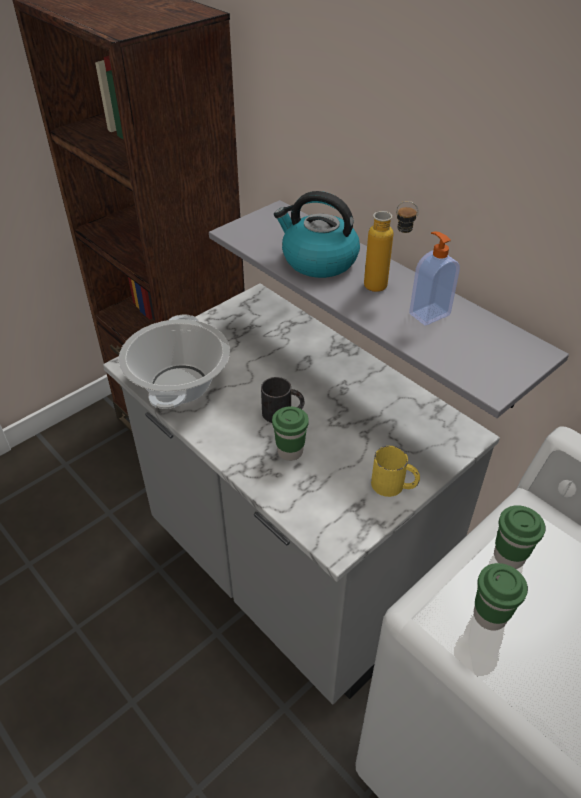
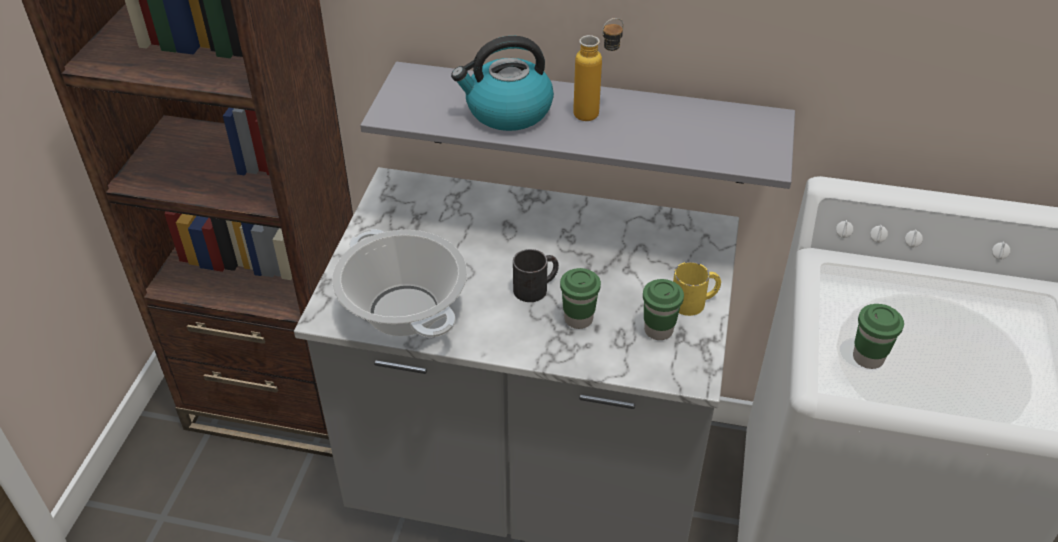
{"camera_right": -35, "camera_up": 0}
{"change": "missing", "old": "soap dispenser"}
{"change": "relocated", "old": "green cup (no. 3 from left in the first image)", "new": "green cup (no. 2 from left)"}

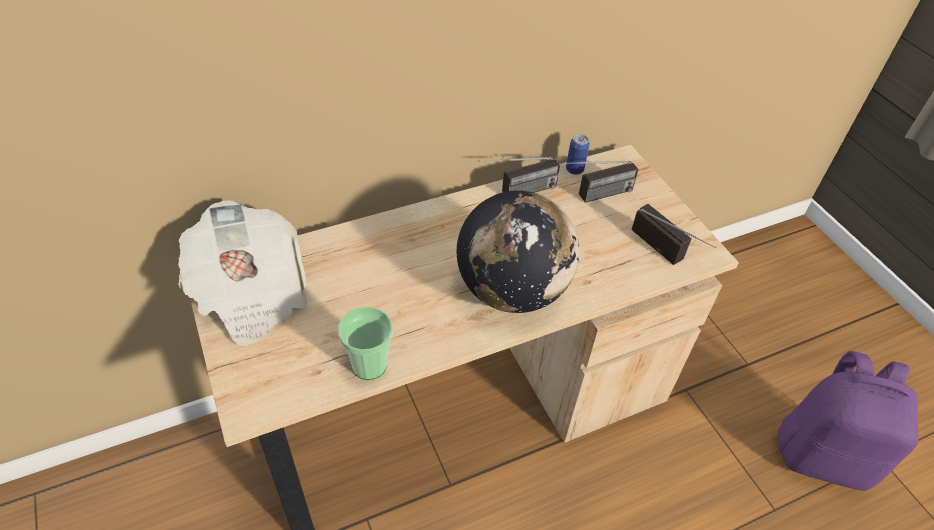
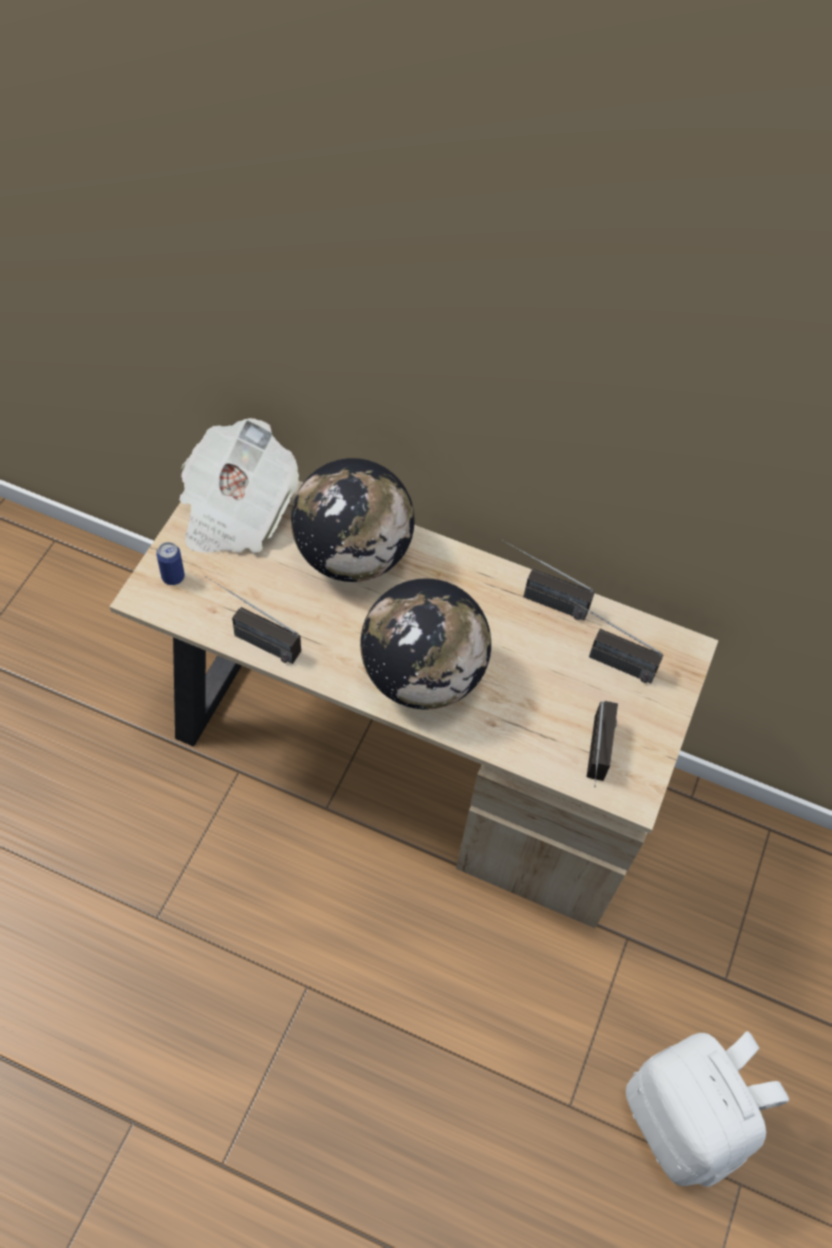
{"camera_right": 45, "camera_up": 10}
{"change": "exchanged", "old": "cup", "new": "radio (no. 1 from left)"}
{"change": "relocated", "old": "can"}
{"change": "colour", "old": "purple backpack", "new": "white backpack"}
{"change": "appeared", "new": "globe (no. 1 from left)"}

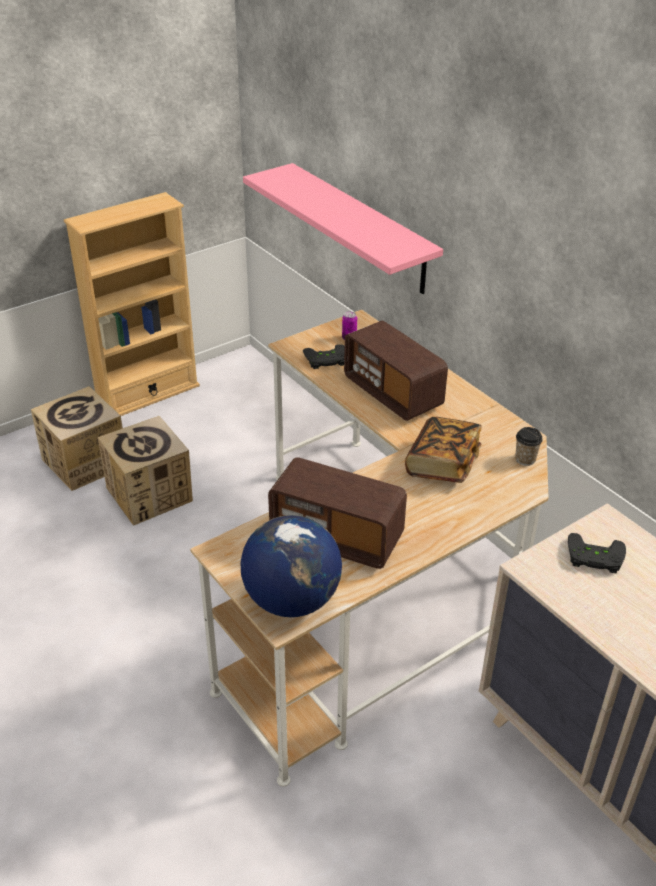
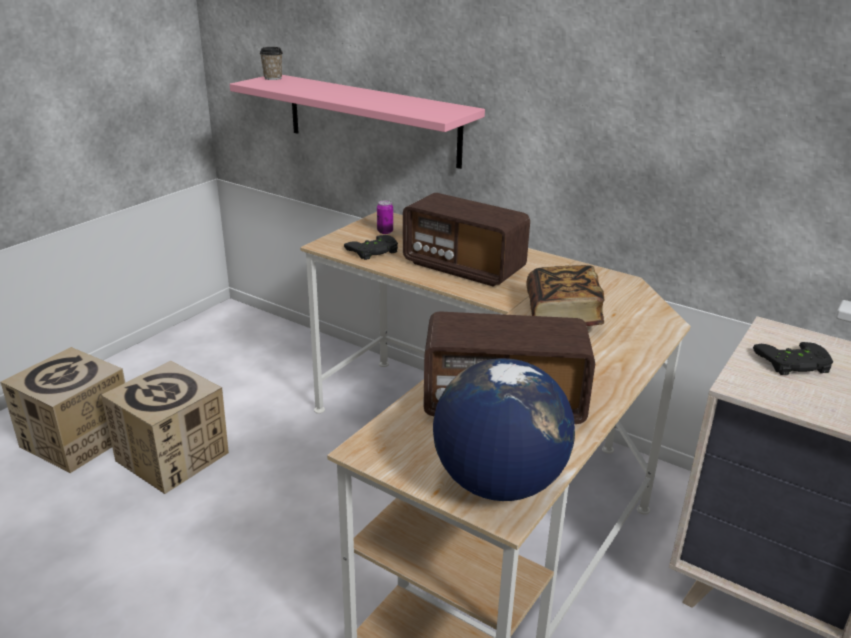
{"camera_right": -20, "camera_up": -10}
{"change": "missing", "old": "beige bookcase"}
{"change": "relocated", "old": "cup"}

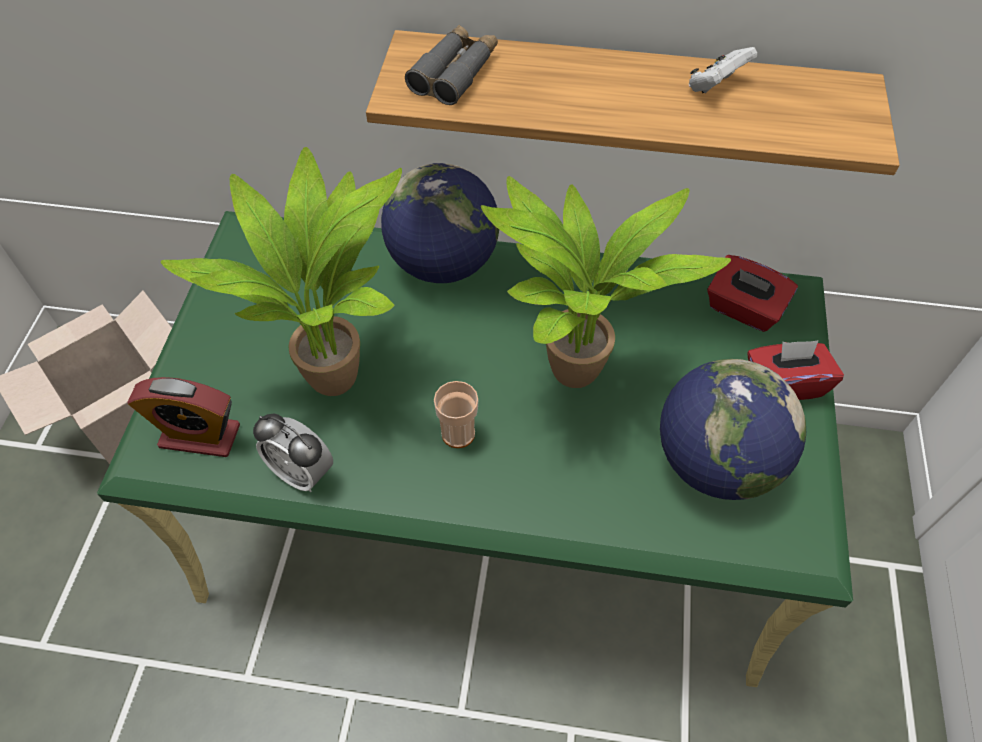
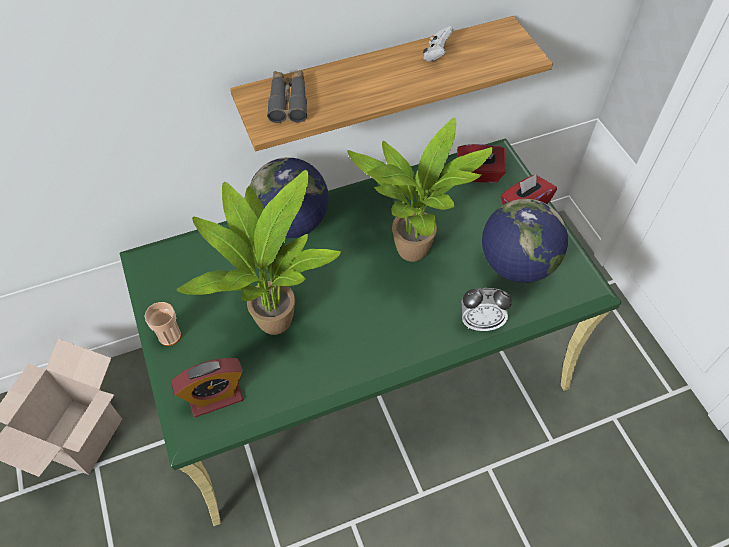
{"camera_right": -30, "camera_up": 0}
{"change": "relocated", "old": "alarm clock (no. 2 from left)"}
{"change": "relocated", "old": "cup"}

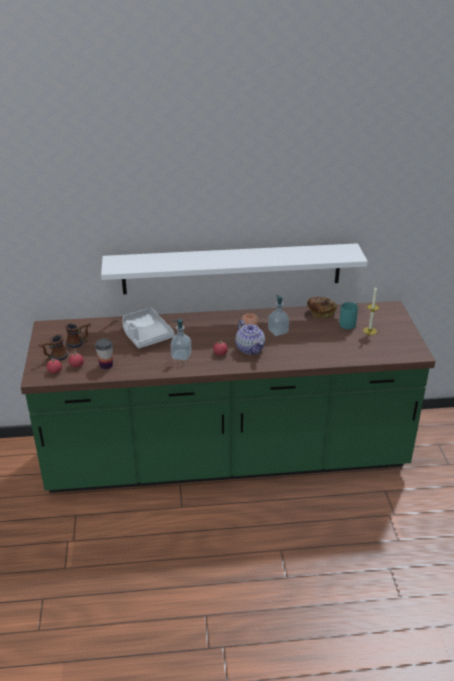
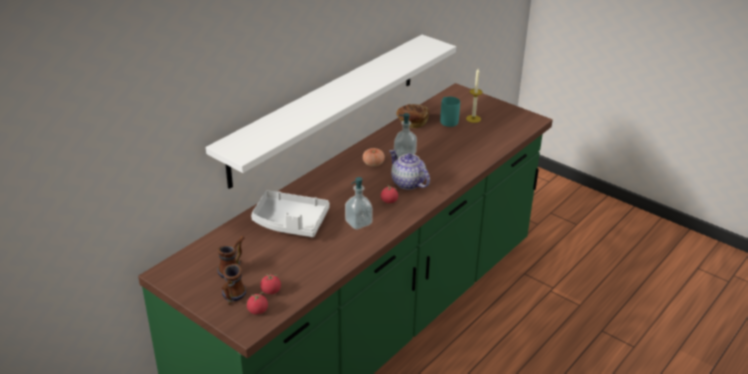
{"camera_right": -45, "camera_up": 0}
{"change": "missing", "old": "cup"}
{"change": "spun", "old": "teapot", "degrees": -150}

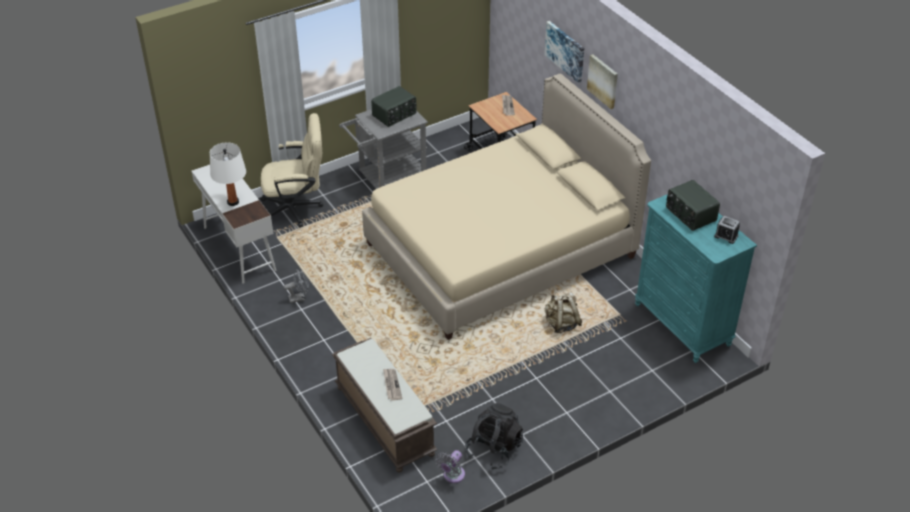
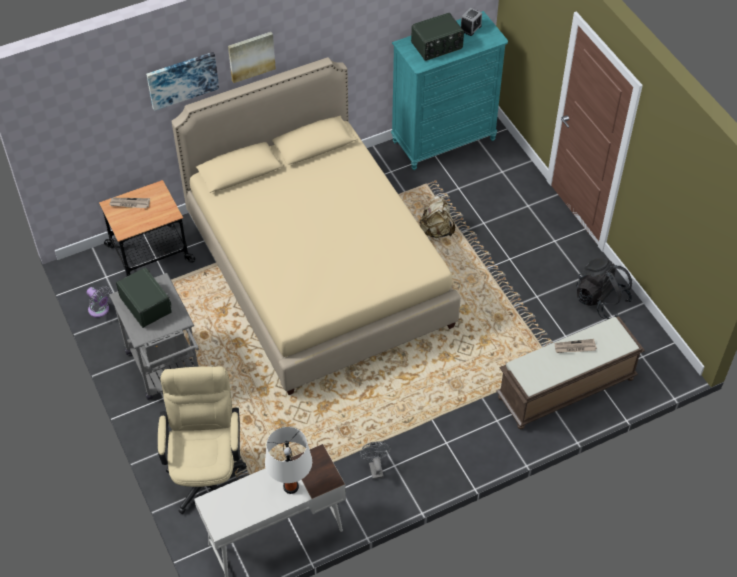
{"camera_right": -85, "camera_up": 10}
{"change": "relocated", "old": "grey fan (no. 2 from left in the first image)", "new": "grey fan (no. 1 from left)"}

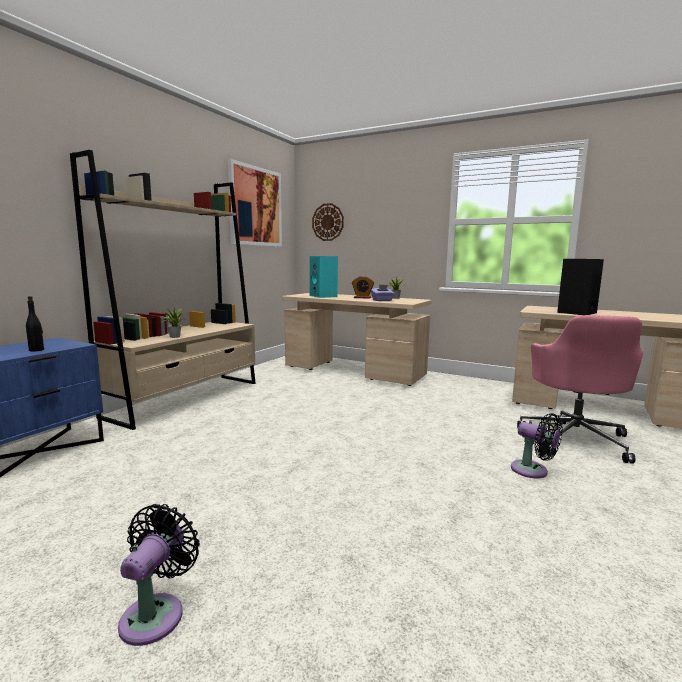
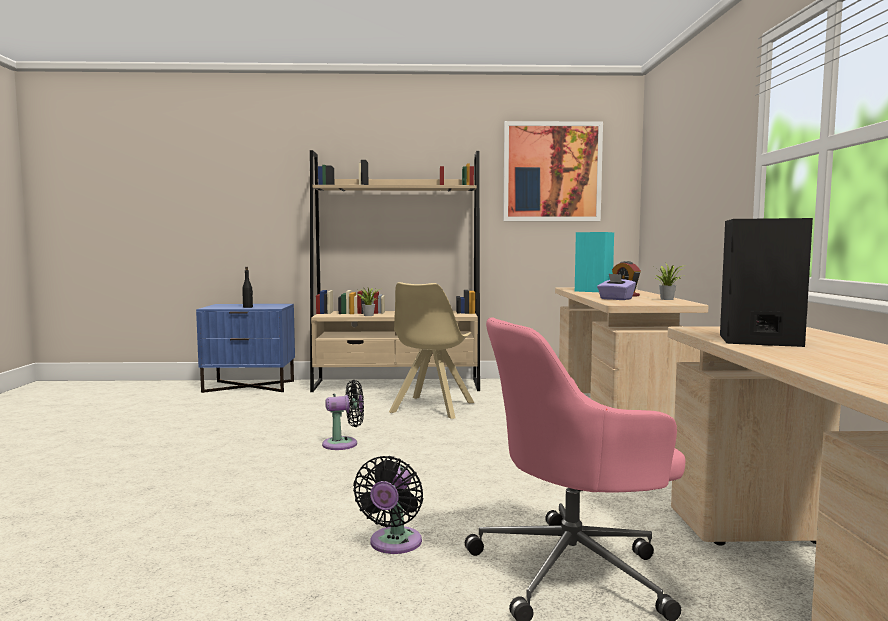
{"camera_right": 60, "camera_up": -5}
{"change": "relocated", "old": "black fan (no. 1 from left)"}
{"change": "missing", "old": "wall clock"}
{"change": "appeared", "new": "beige chair"}

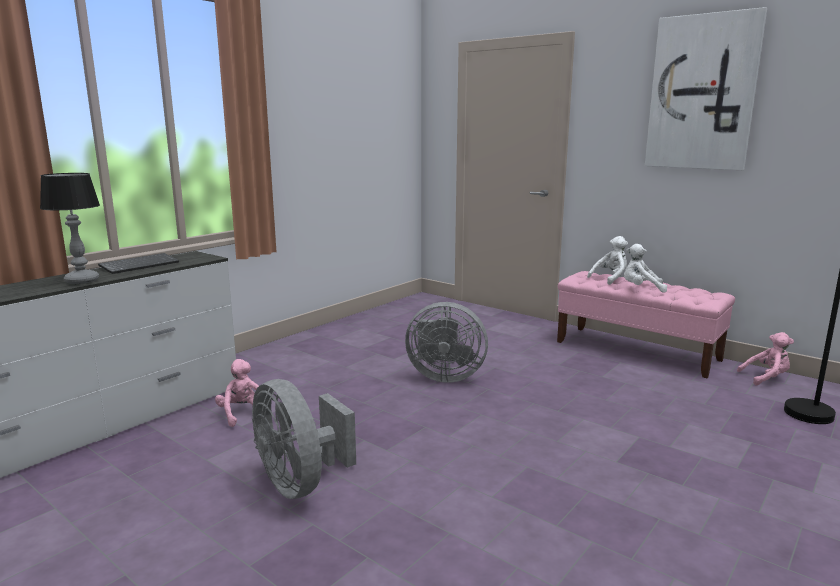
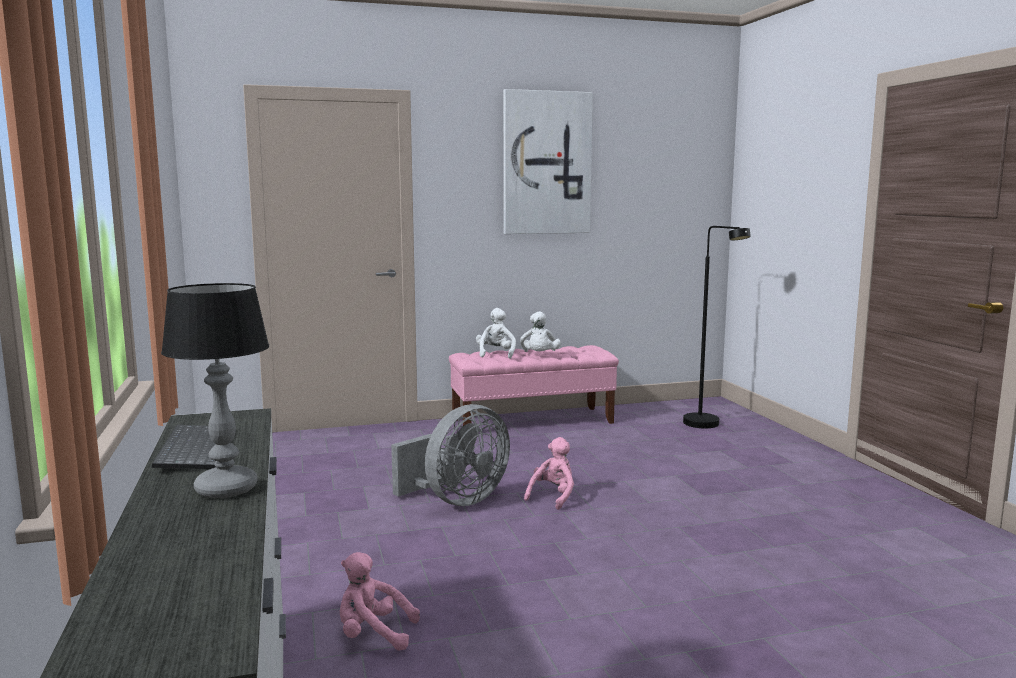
{"camera_right": -55, "camera_up": -5}
{"change": "missing", "old": "grey fan (no. 1 from left)"}
{"change": "spun", "old": "white plush toy (no. 2 from left)", "degrees": -45}
{"change": "relocated", "old": "pink plush toy (no. 2 from left)"}

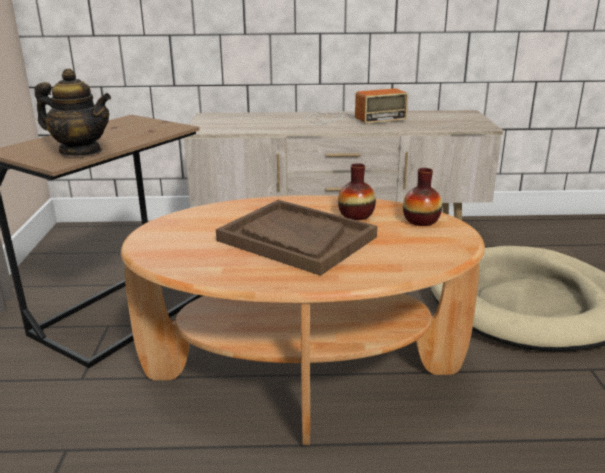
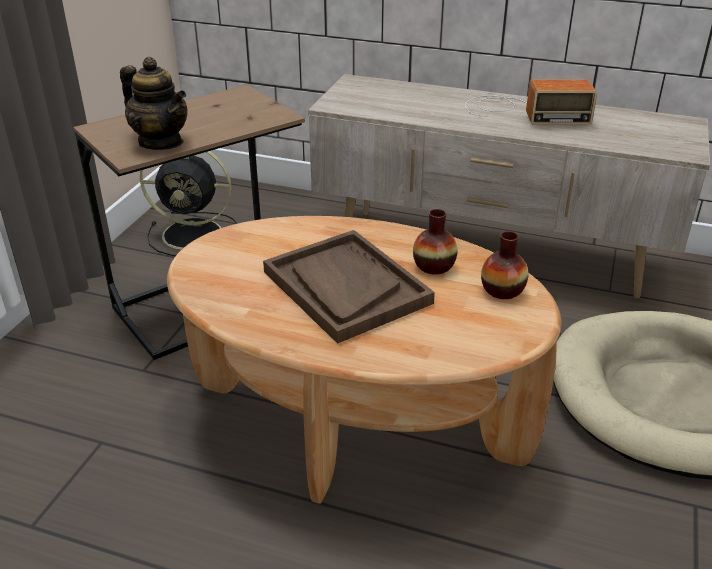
{"camera_right": 20, "camera_up": 10}
{"change": "appeared", "new": "black fan"}

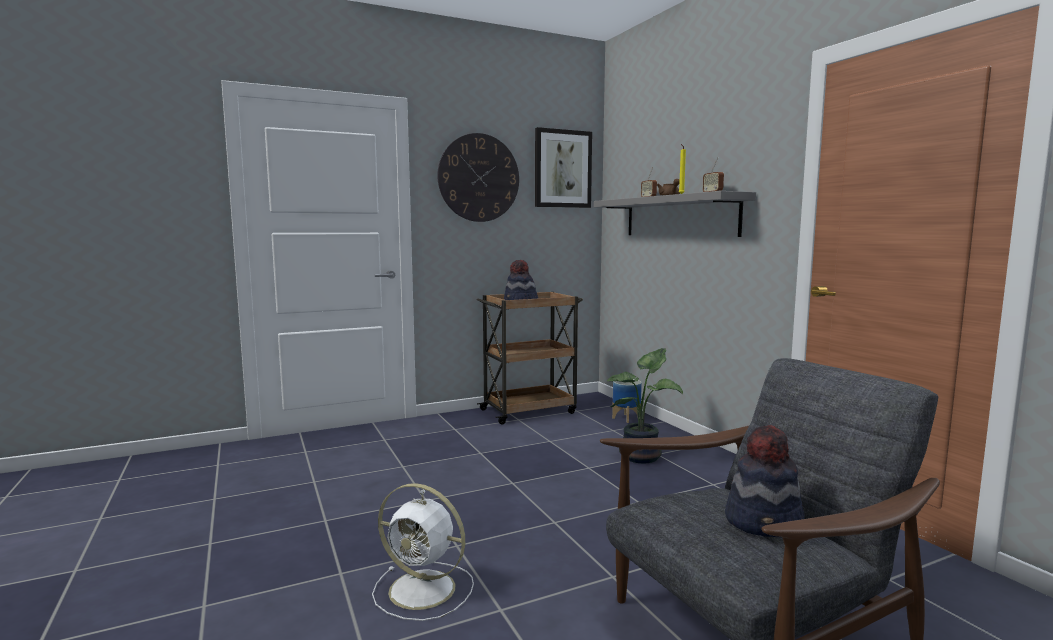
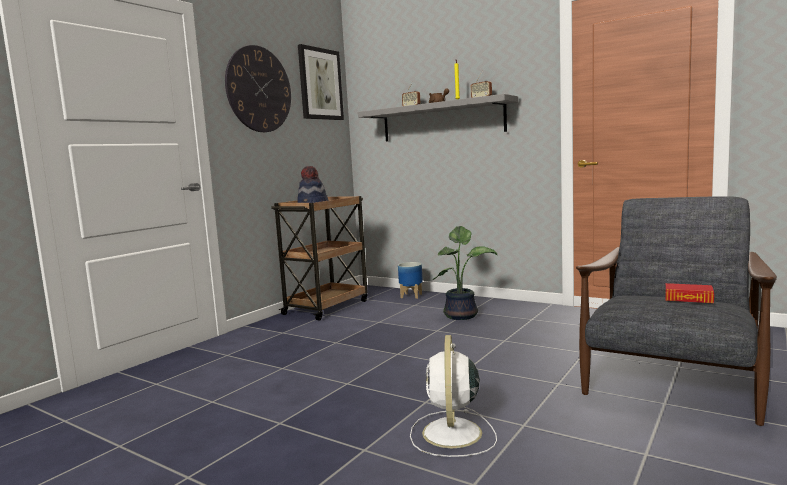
{"camera_right": -30, "camera_up": 0}
{"change": "spun", "old": "white fan", "degrees": 105}
{"change": "exchanged", "old": "hat (no. 2 from left)", "new": "book"}

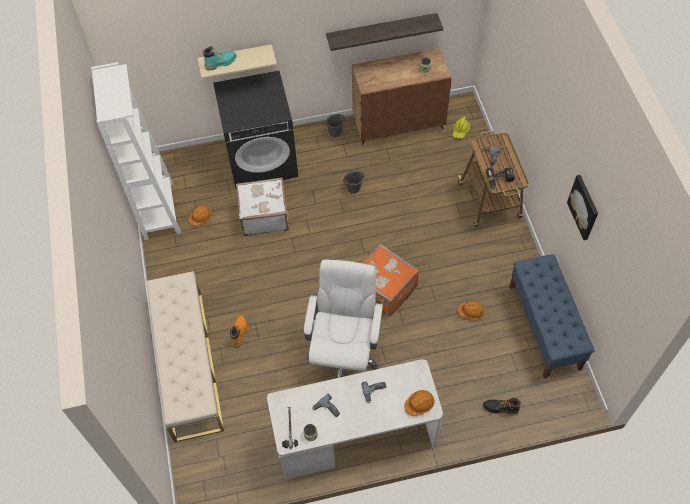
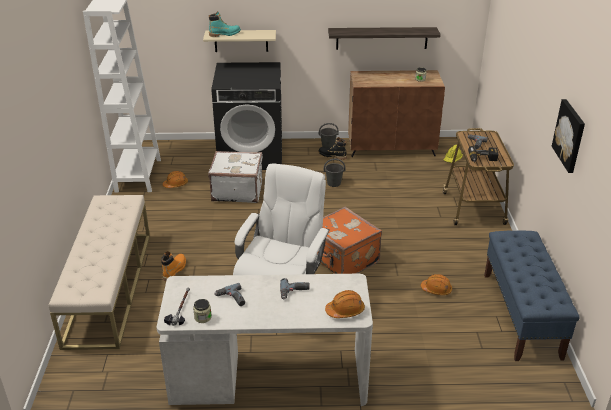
{"camera_right": 10, "camera_up": -25}
{"change": "relocated", "old": "black boot"}

